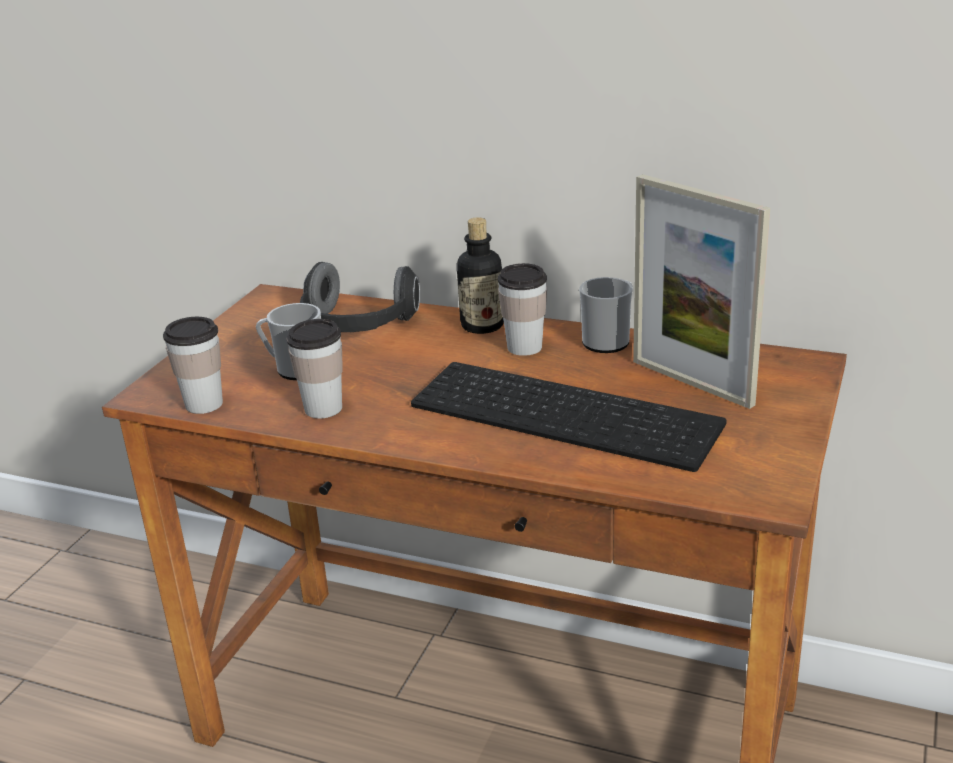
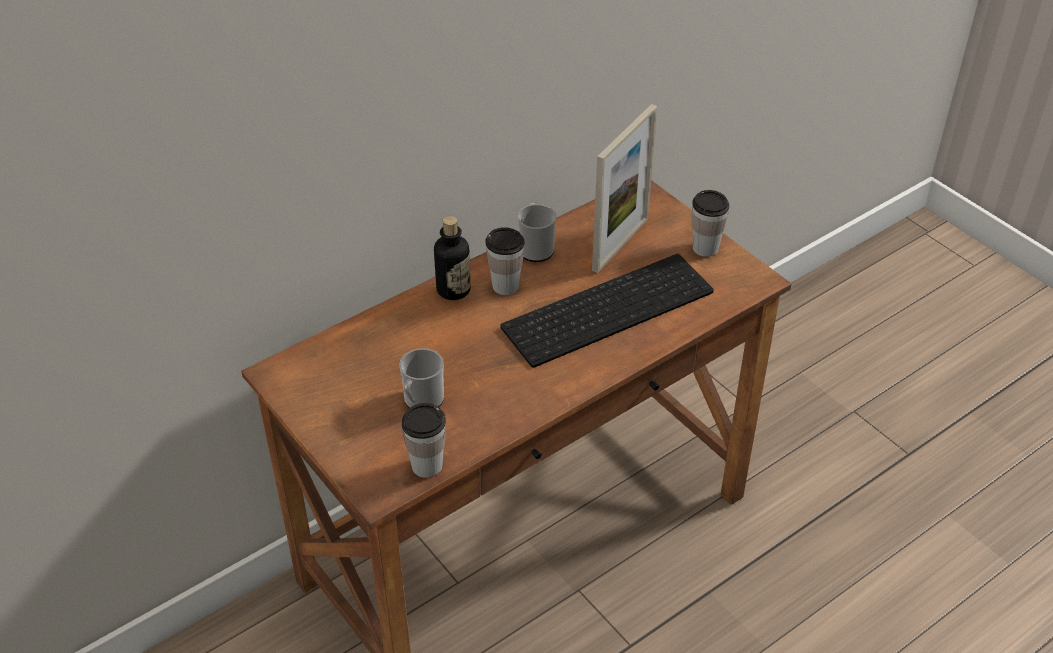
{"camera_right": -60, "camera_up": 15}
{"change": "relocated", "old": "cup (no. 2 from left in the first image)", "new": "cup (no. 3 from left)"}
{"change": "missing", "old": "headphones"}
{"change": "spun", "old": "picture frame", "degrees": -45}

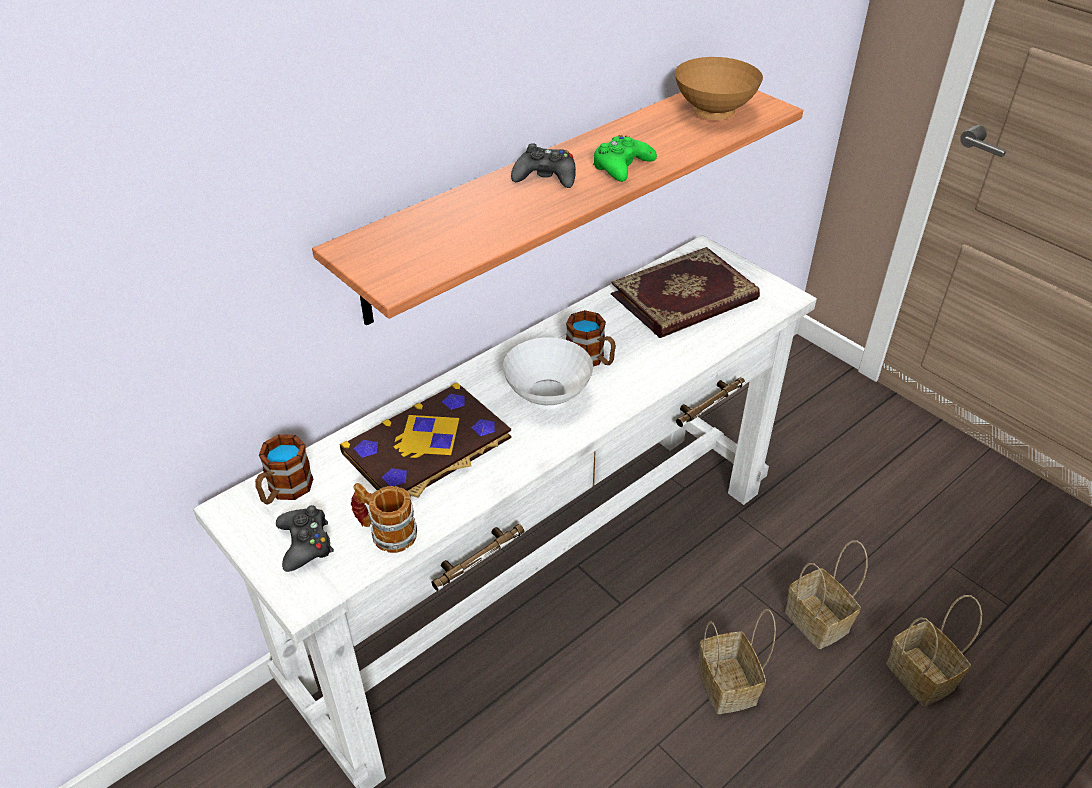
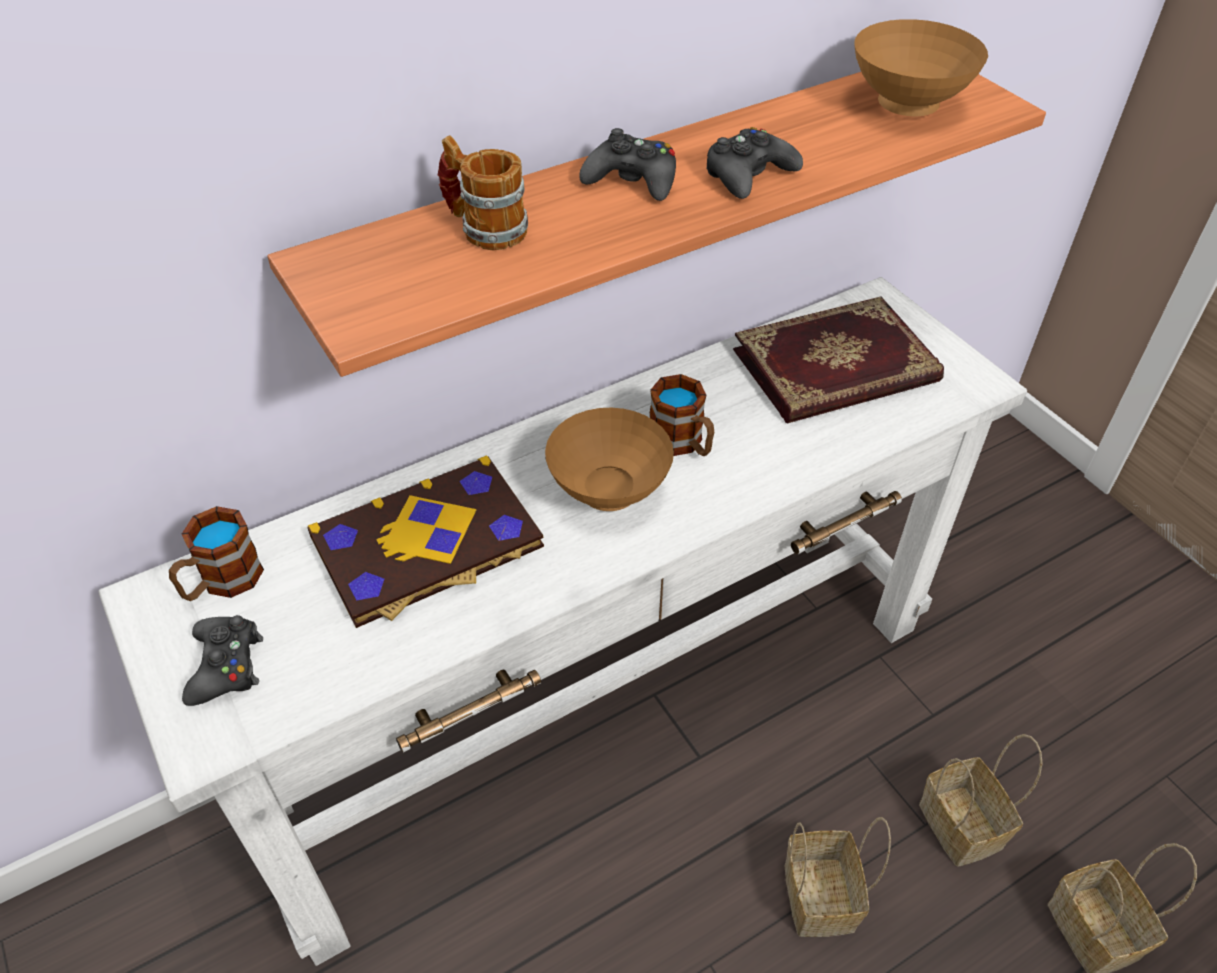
{"camera_right": 10, "camera_up": 5}
{"change": "relocated", "old": "mug (no. 2 from left)"}
{"change": "colour", "old": "white bowl", "new": "brown bowl (no. 1 from left)"}
{"change": "colour", "old": "green game controller", "new": "black game controller (no. 3 from left)"}

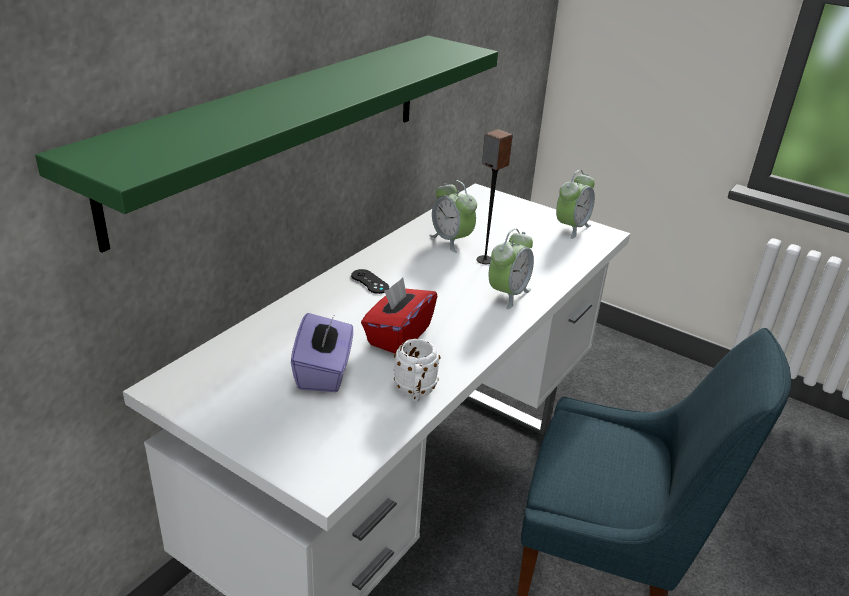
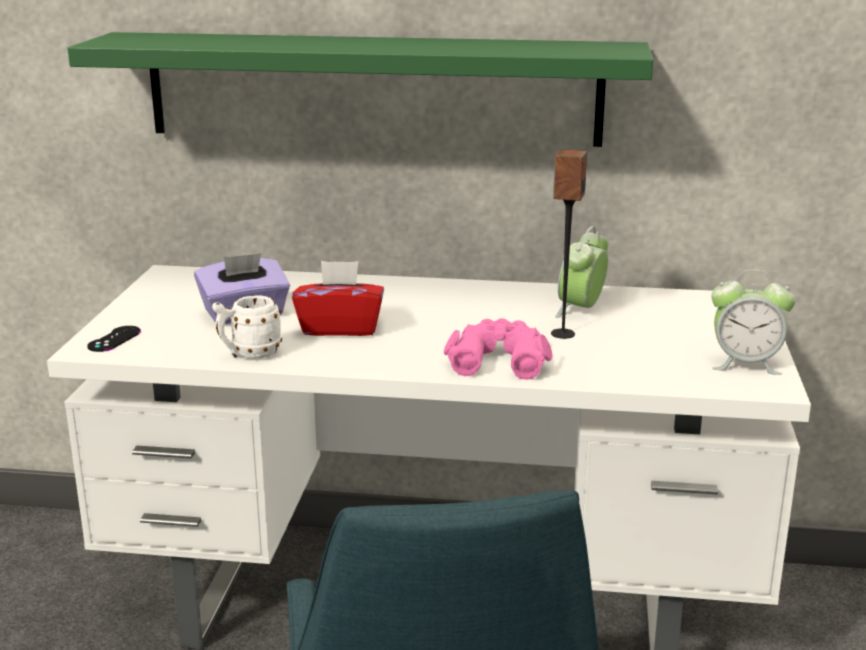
{"camera_right": 65, "camera_up": -10}
{"change": "relocated", "old": "black game controller"}
{"change": "exchanged", "old": "alarm clock (no. 2 from left)", "new": "pink binoculars"}

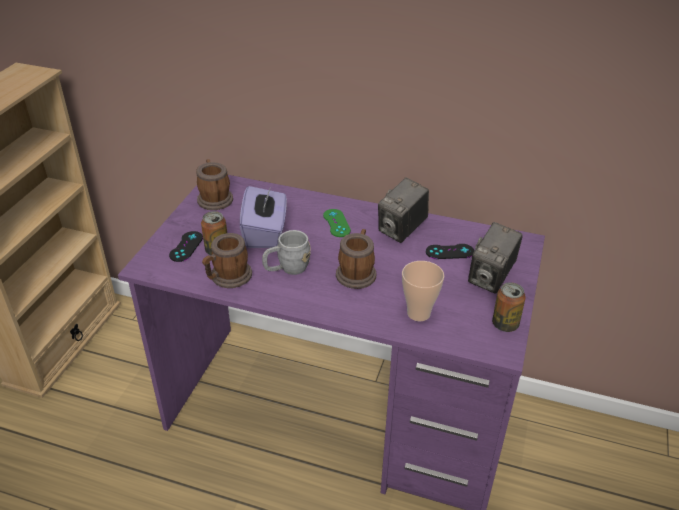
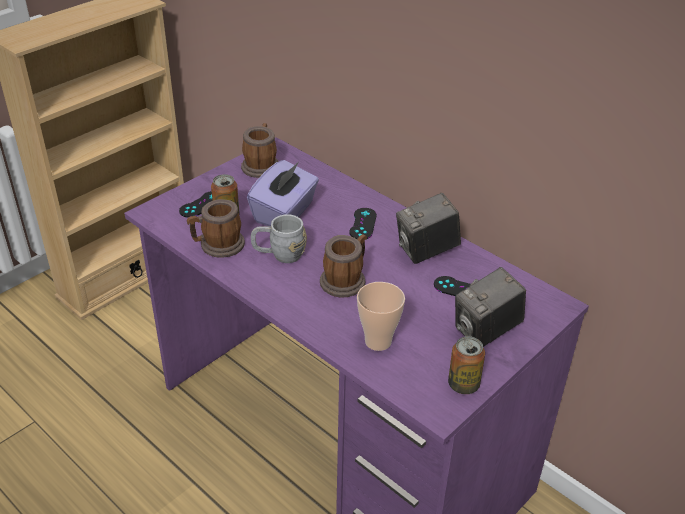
{"camera_right": 25, "camera_up": 0}
{"change": "colour", "old": "green game controller", "new": "black game controller (no. 2 from left)"}

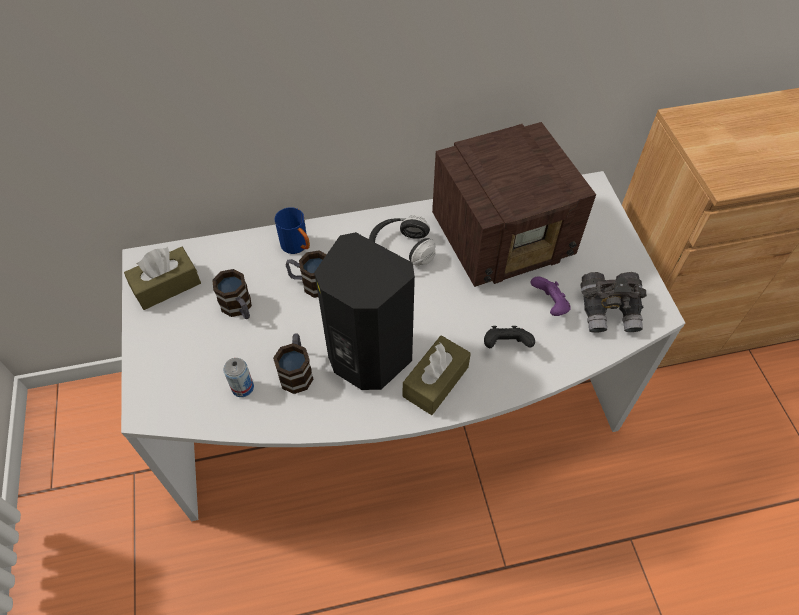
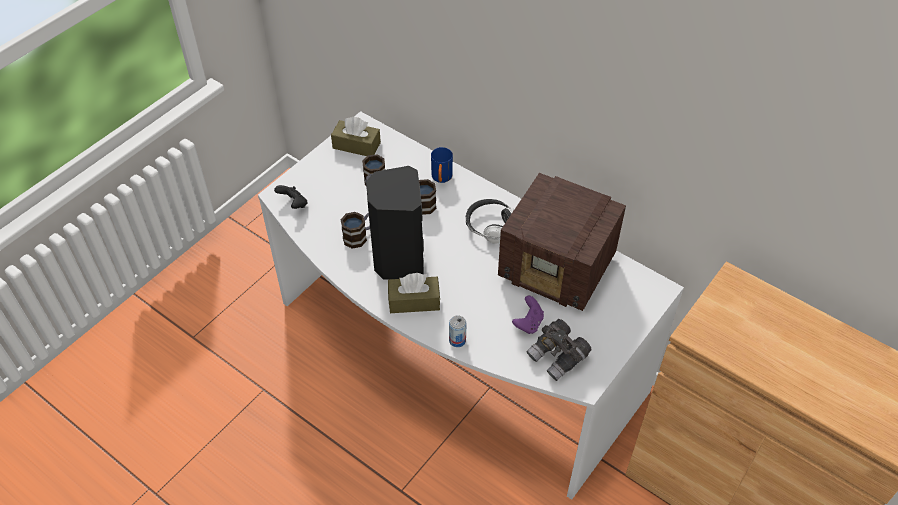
{"camera_right": 50, "camera_up": -5}
{"change": "relocated", "old": "can"}
{"change": "relocated", "old": "black game controller"}

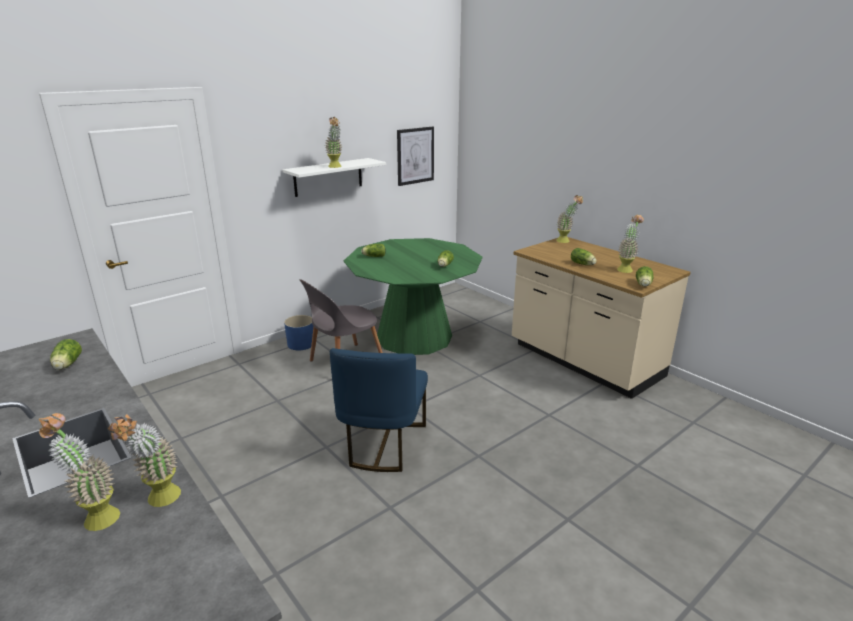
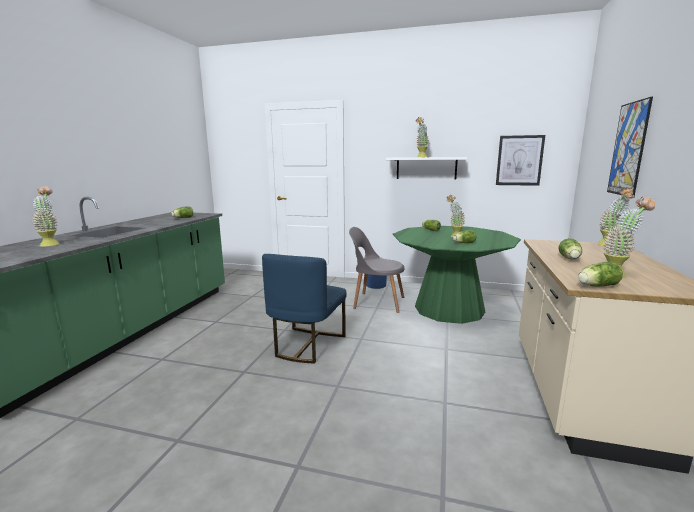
{"camera_right": 55, "camera_up": -10}
{"change": "relocated", "old": "potted plant (no. 2 from left in the first image)", "new": "potted plant (no. 3 from left)"}
{"change": "spun", "old": "blue chair", "degrees": -45}
{"change": "appeared", "new": "picture (no. 2 from left)"}

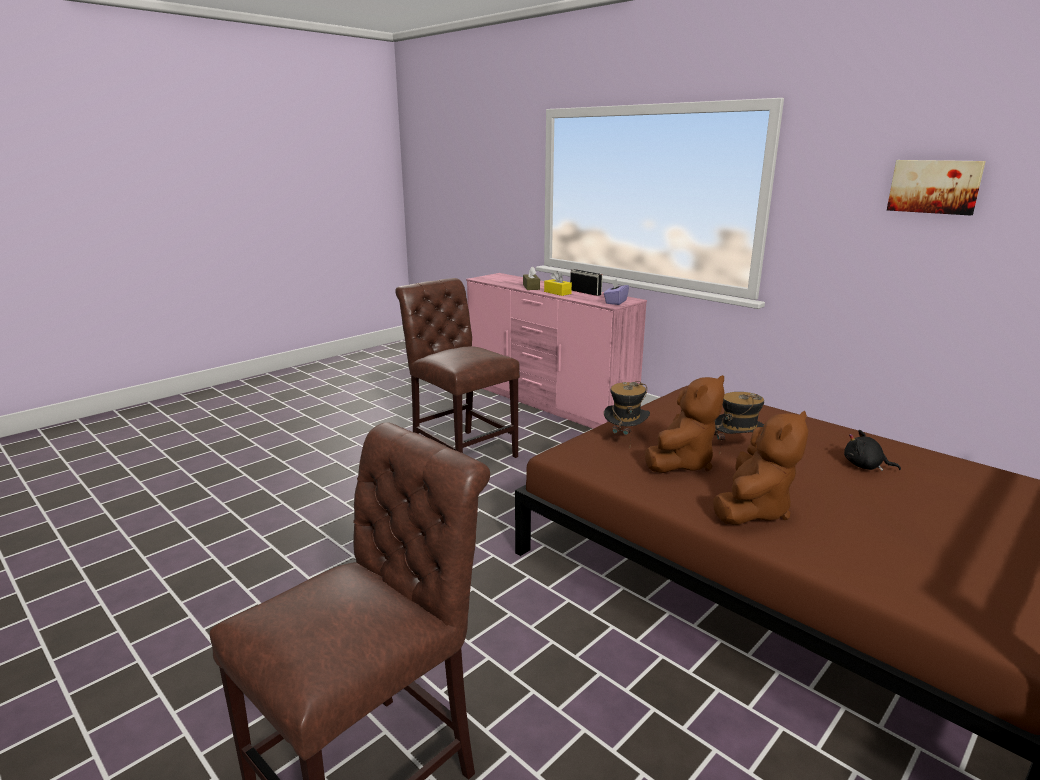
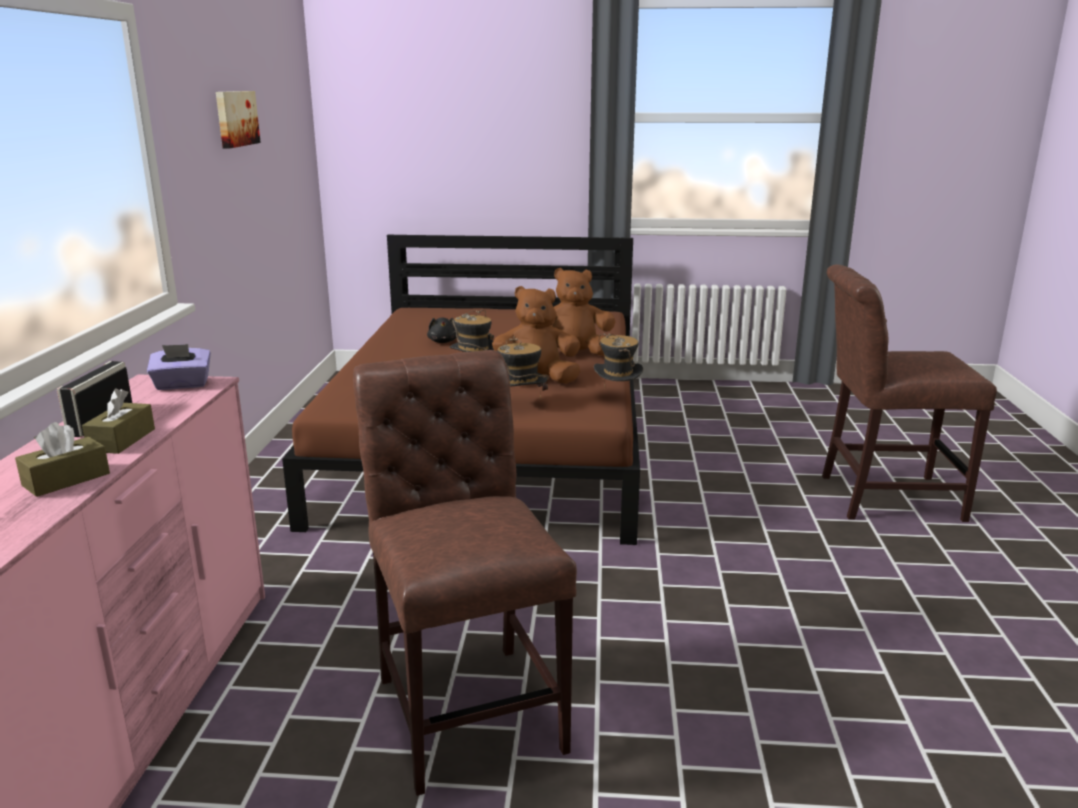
{"camera_right": -130, "camera_up": 0}
{"change": "spun", "old": "brown chair (no. 2 from left in the first image)", "degrees": 150}
{"change": "colour", "old": "yellow tissue box", "new": "brown tissue box (no. 2 from left)"}
{"change": "appeared", "new": "hat (no. 3 from left)"}

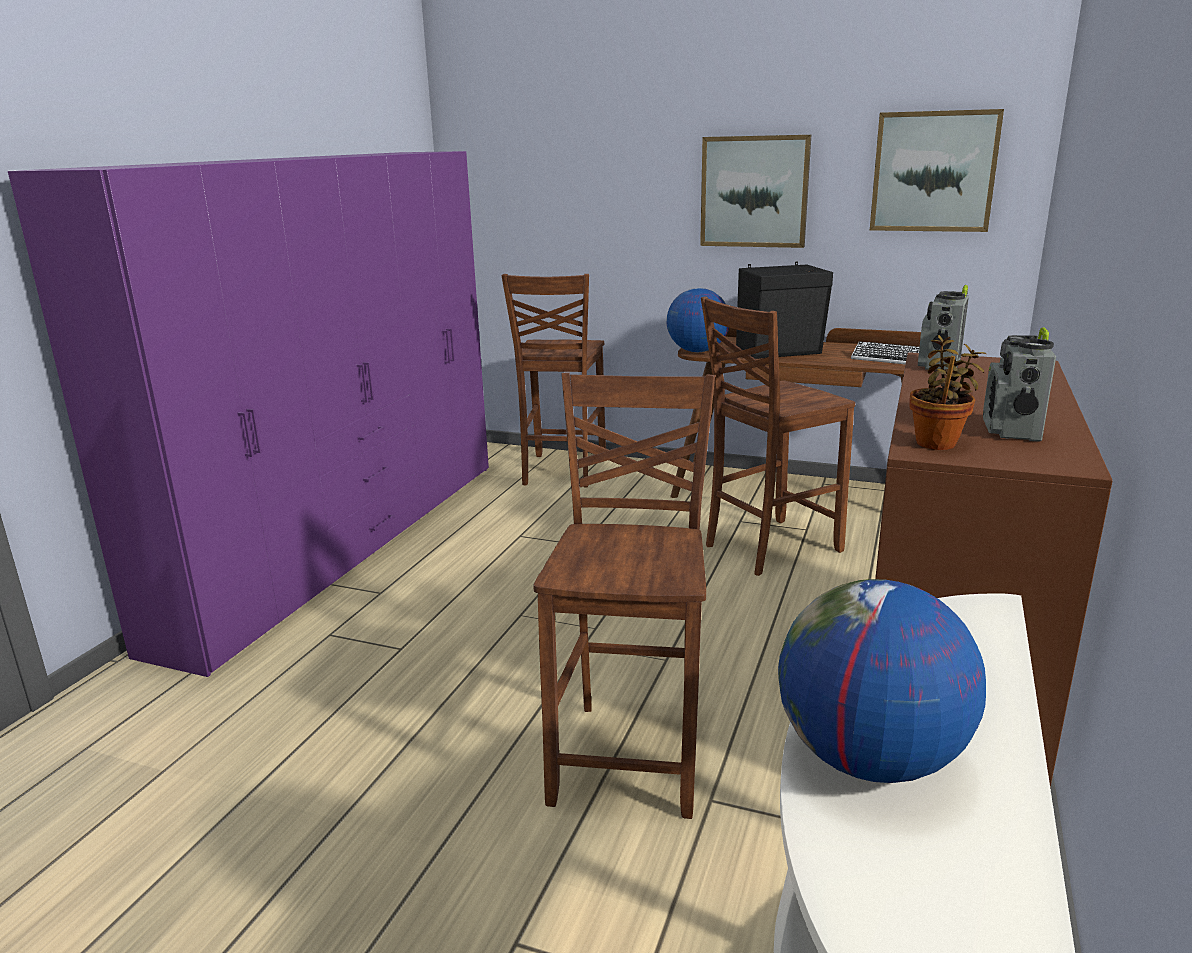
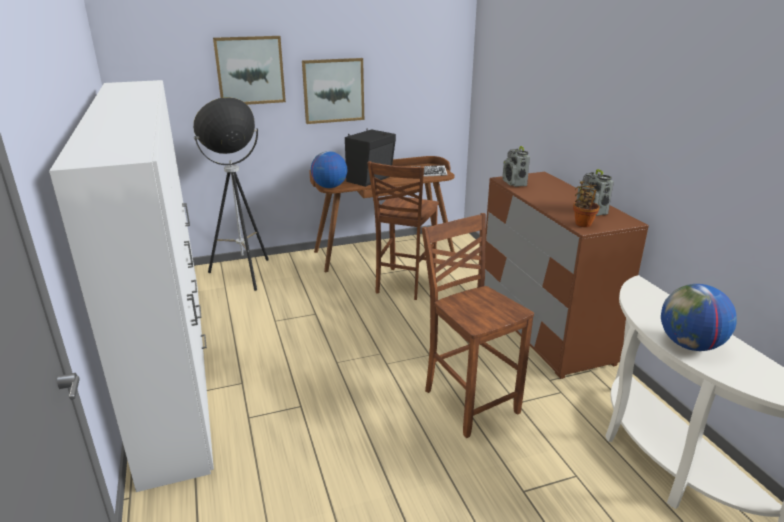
{"camera_right": -40, "camera_up": 5}
{"change": "colour", "old": "purple wardrobe", "new": "white wardrobe"}
{"change": "exchanged", "old": "brown chair (no. 1 from left)", "new": "floor lamp"}
{"change": "relocated", "old": "picture (no. 2 from left in the first image)", "new": "picture (no. 1 from left)"}

